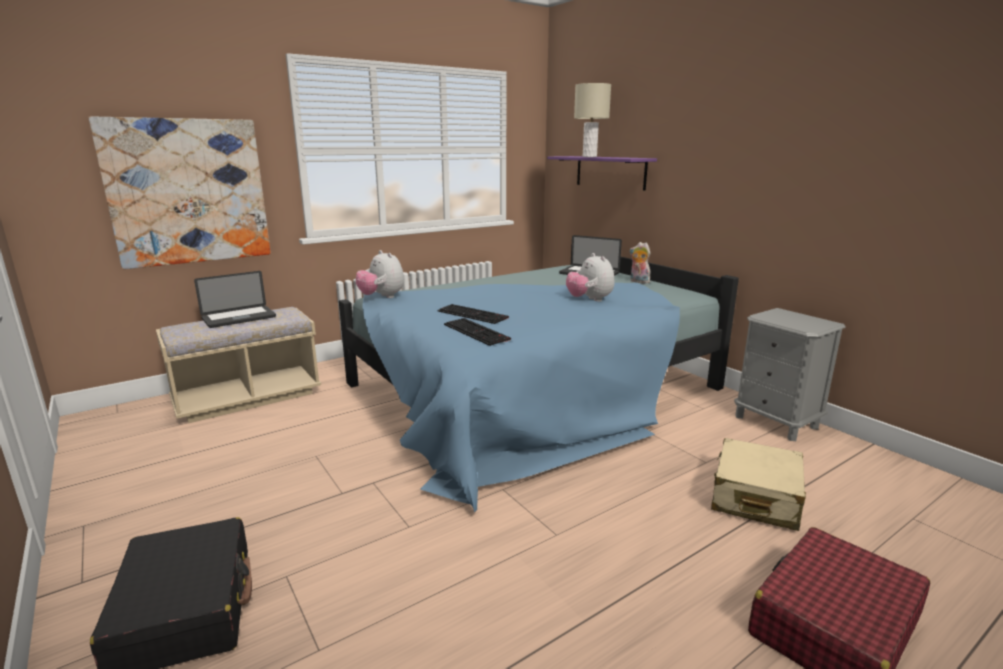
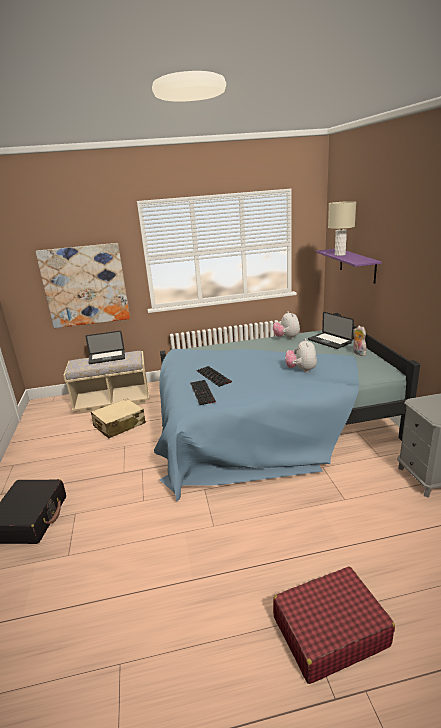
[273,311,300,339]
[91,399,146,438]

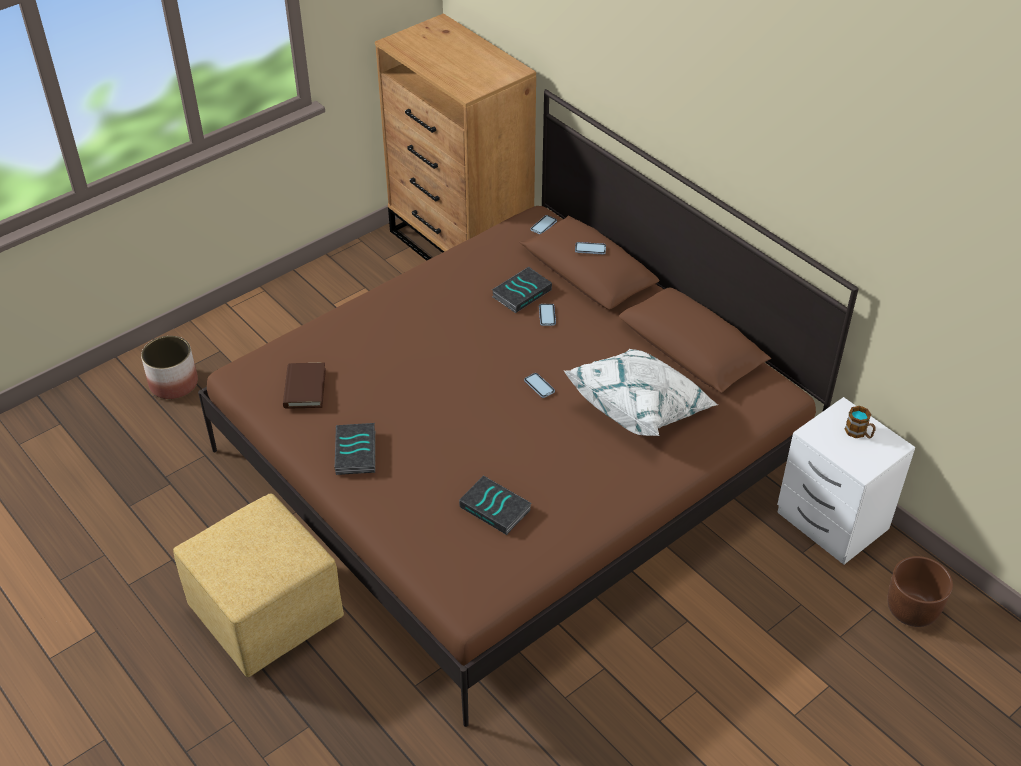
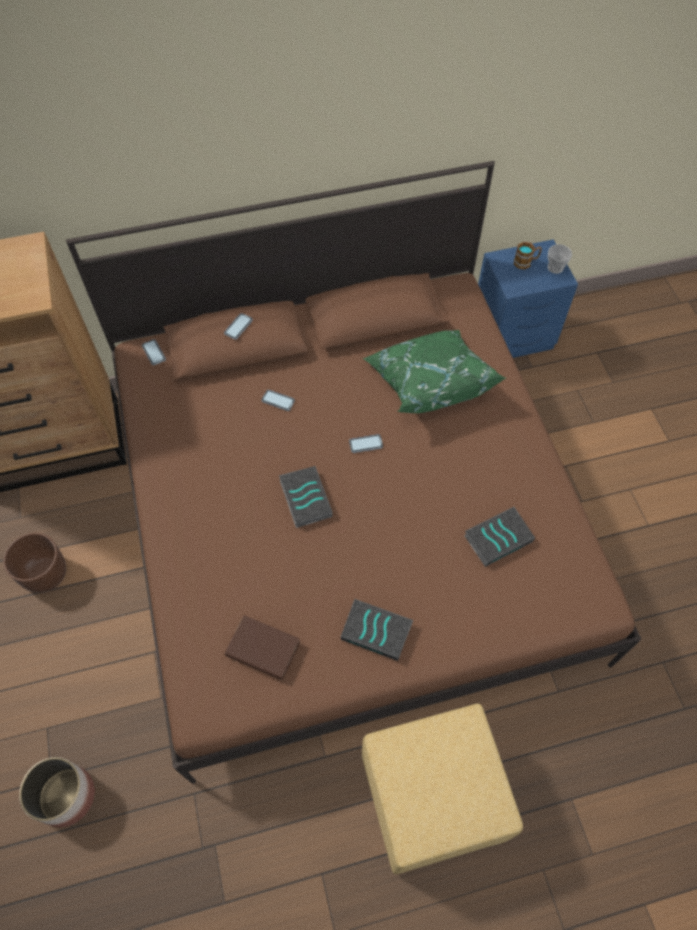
[279,466,333,528]
[363,330,506,413]
[478,239,578,358]
[3,533,66,593]
[548,244,572,274]

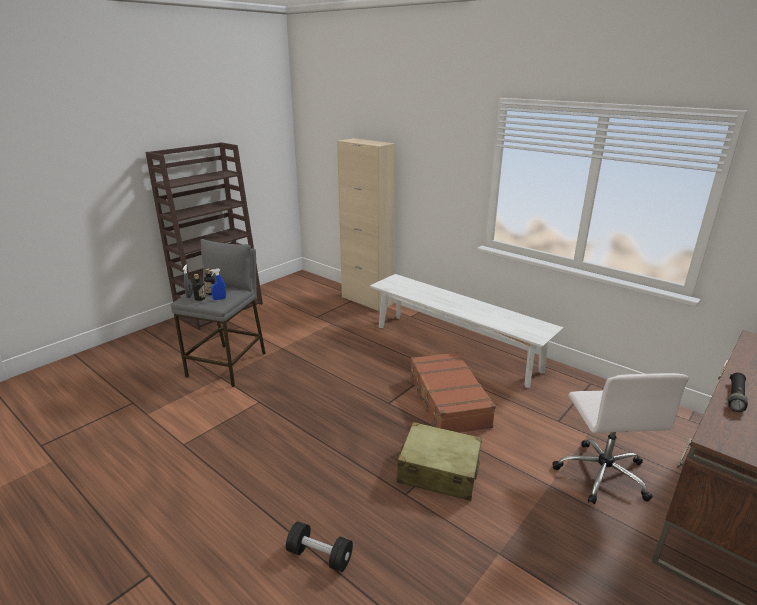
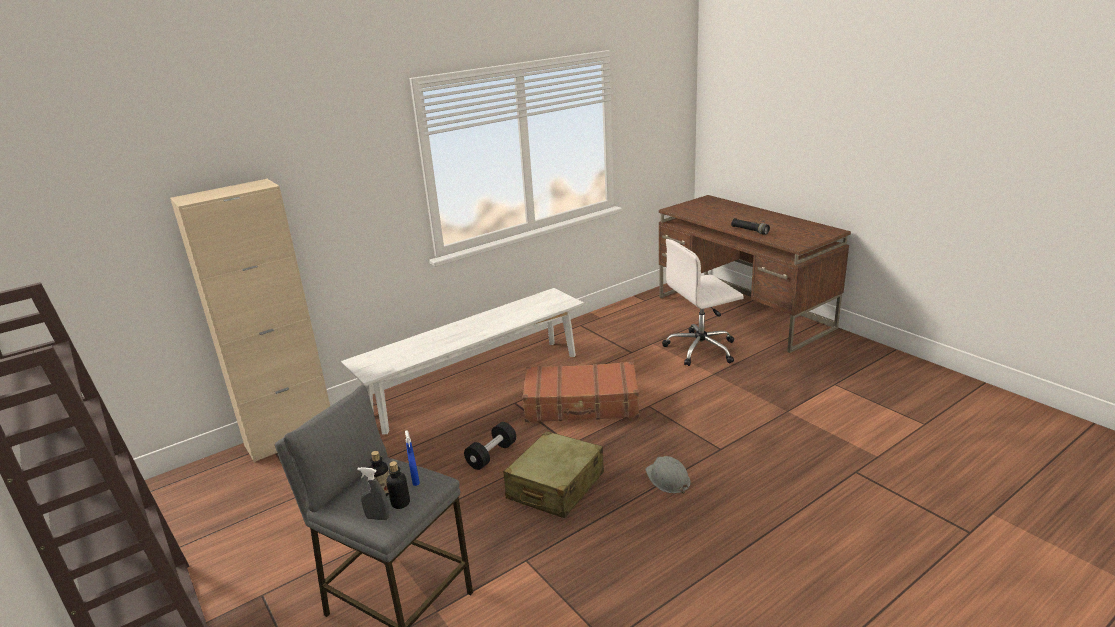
[662,239,744,366]
[503,431,604,518]
[464,422,517,470]
[646,456,691,494]

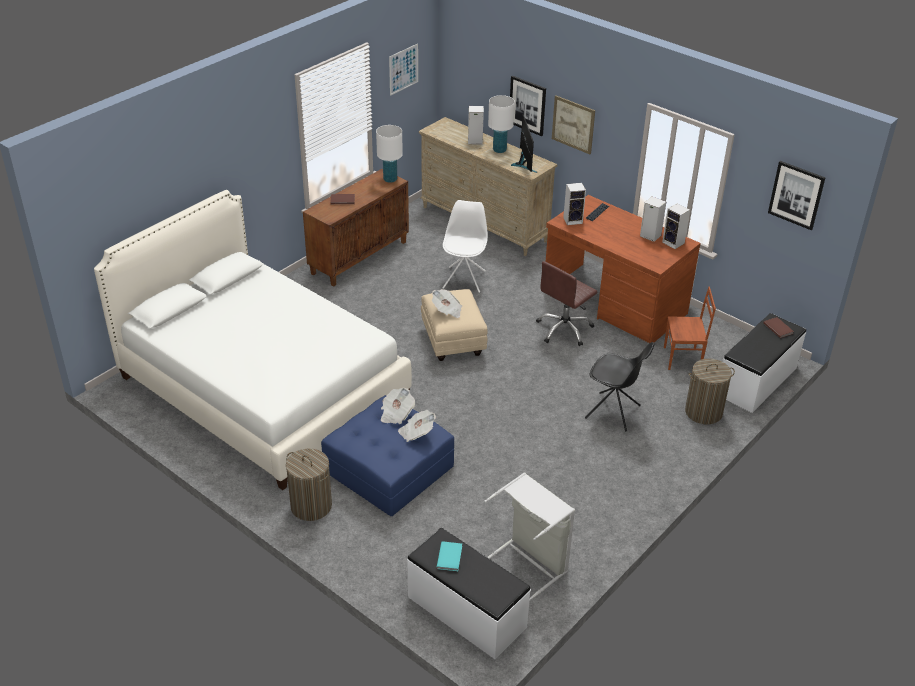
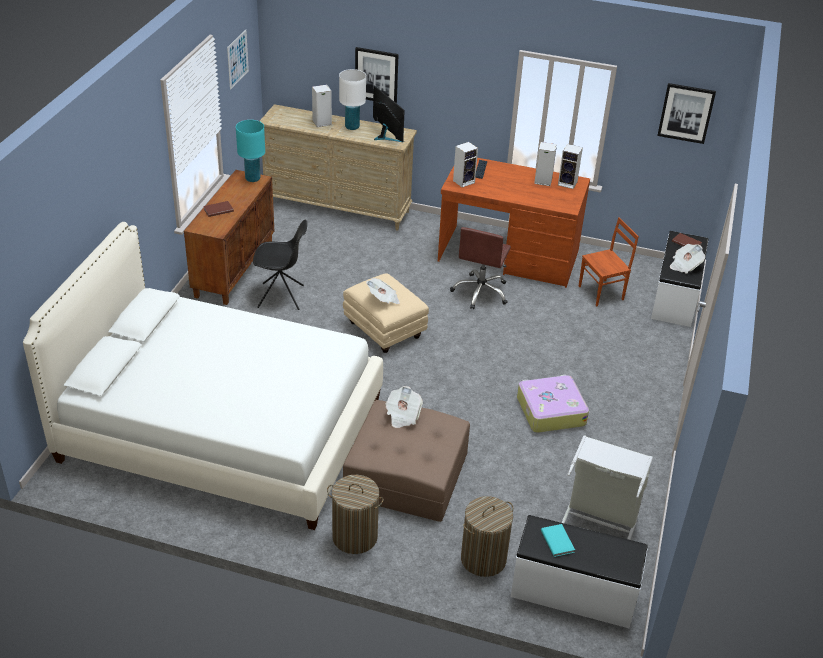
[552,96,595,154] (first image)
[236,120,265,182]
[442,200,488,293] (first image)
[253,220,307,310]
[461,496,513,577]
[343,400,470,522]
[670,244,705,273]
[517,375,589,433]

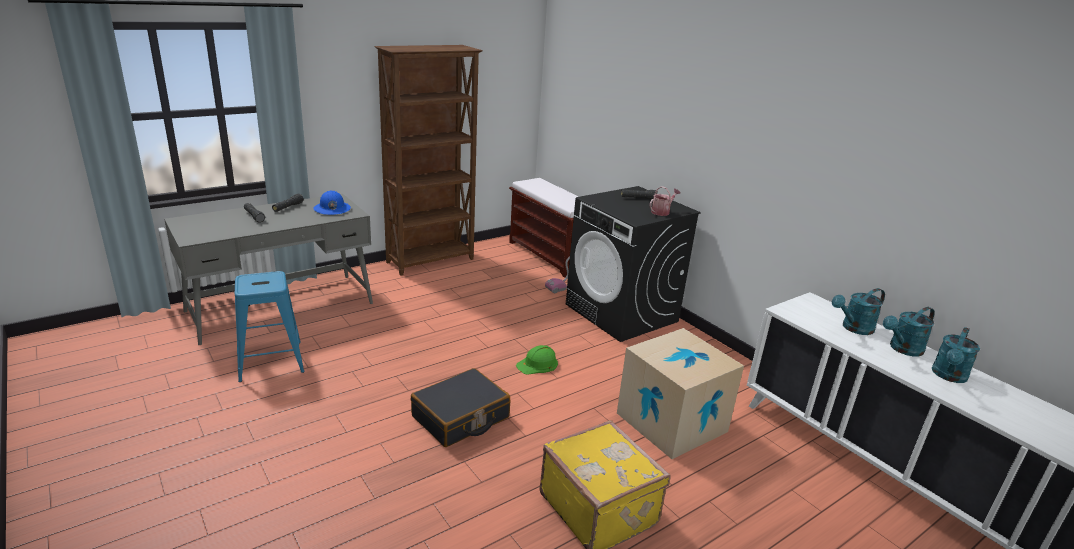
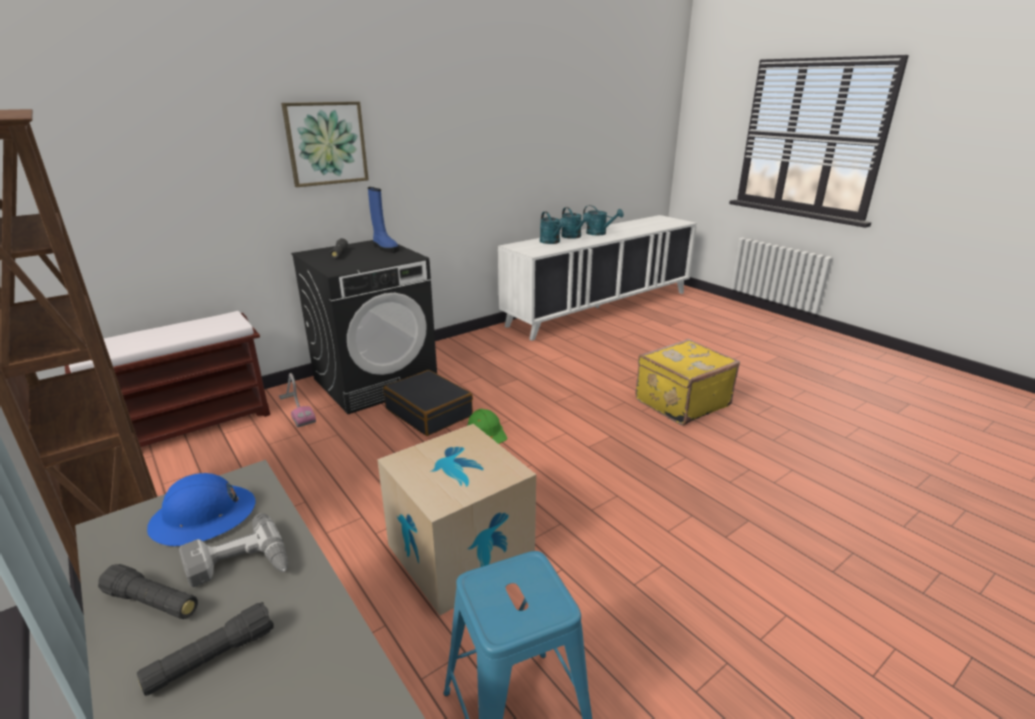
[368,187,399,253]
[377,424,536,615]
[383,370,473,436]
[281,101,369,187]
[179,513,288,587]

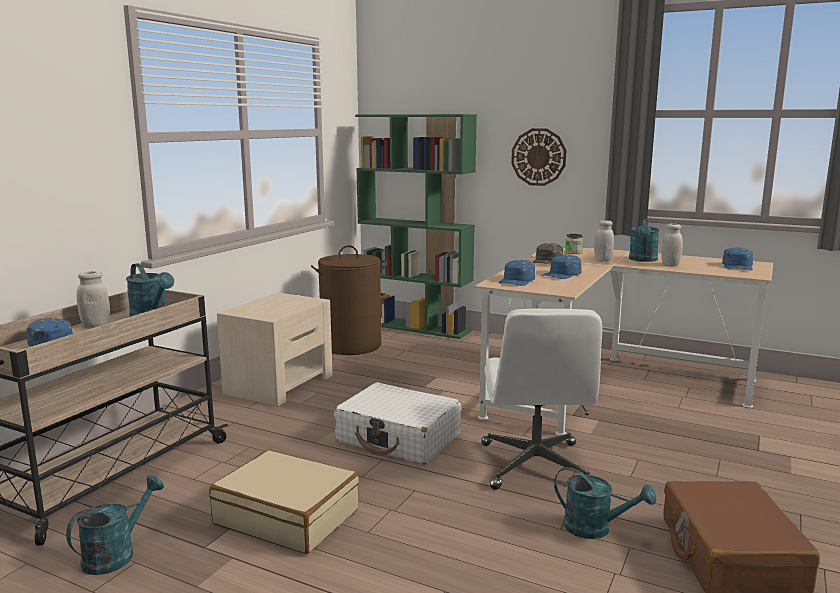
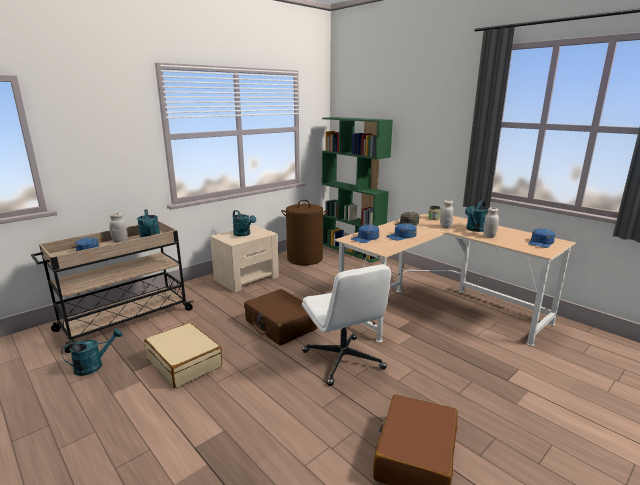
[511,128,566,186] (first image)
[302,264,391,386]
[244,289,318,346]
[233,210,256,236]

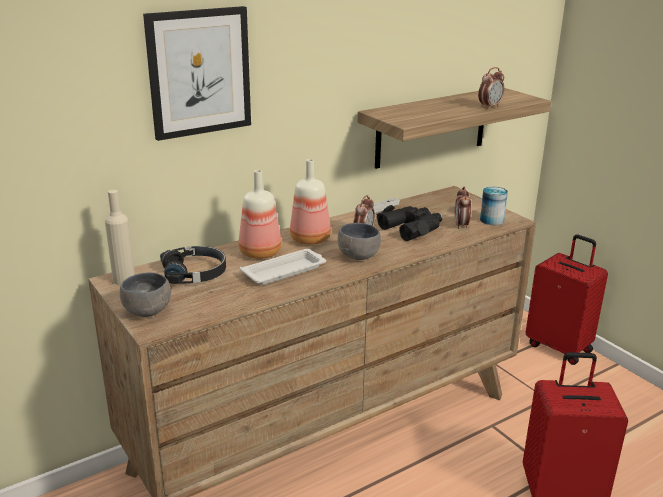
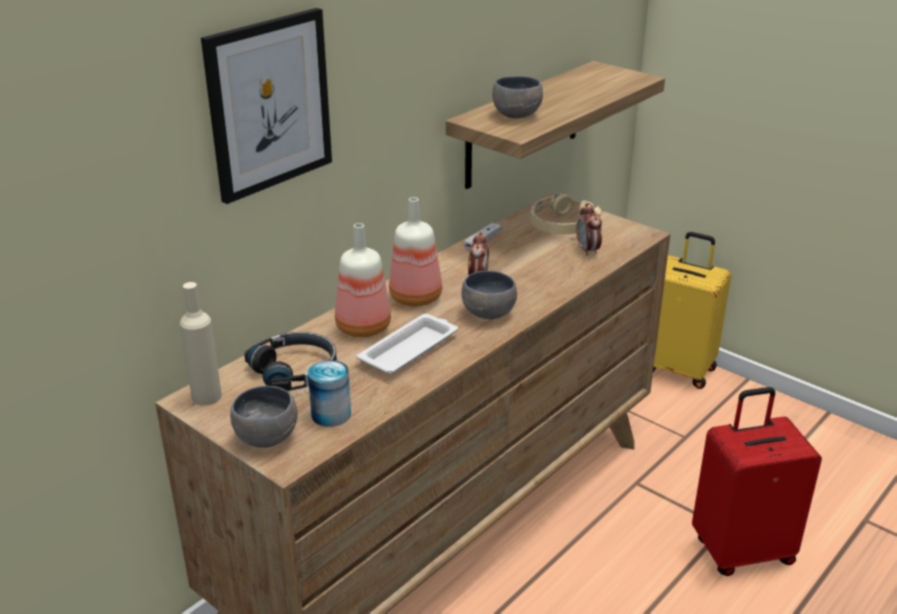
[478,67,504,109] (first image)
[308,360,351,427]
[377,205,442,241] (first image)
[653,232,731,389]
[492,76,543,118]
[530,194,601,234]

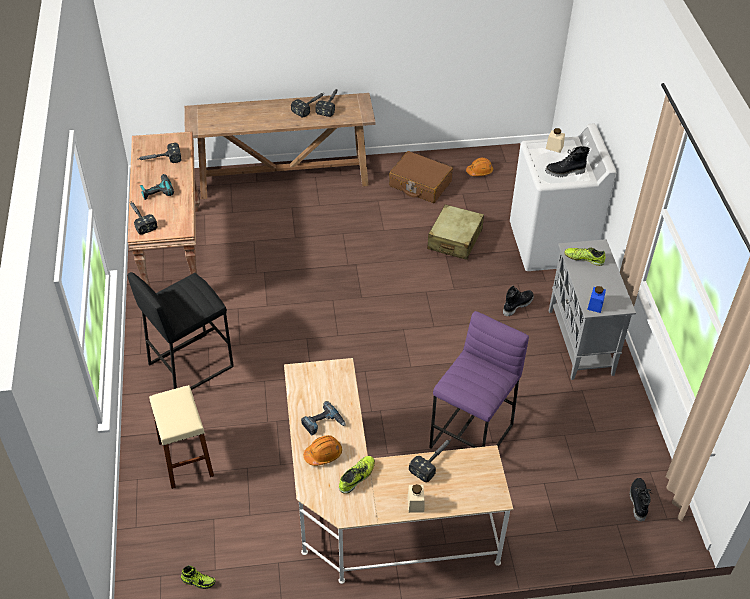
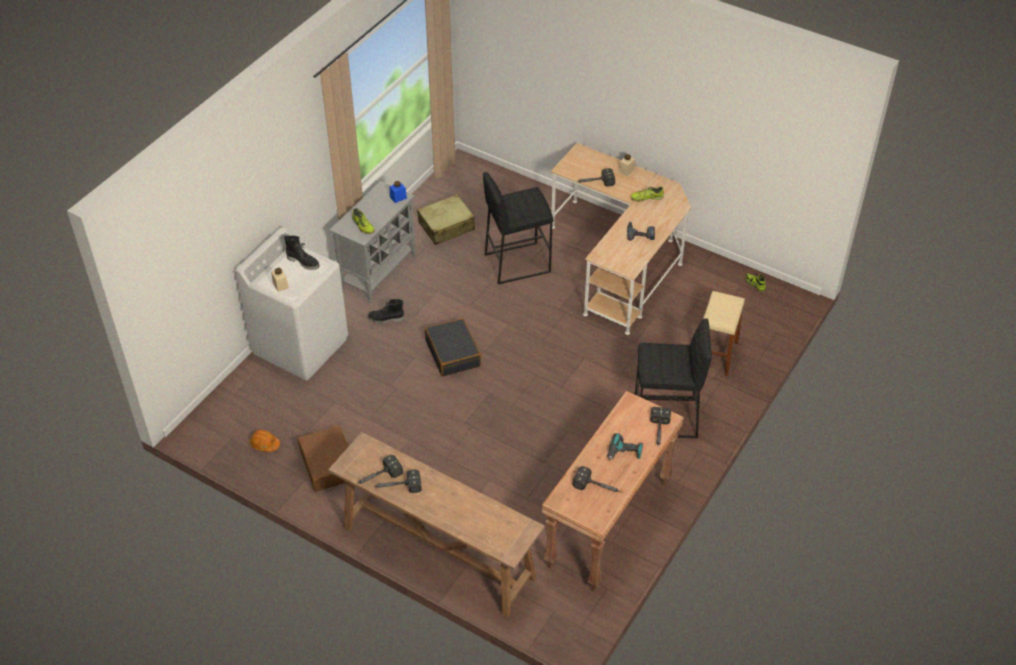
[417,194,475,245]
[483,172,553,284]
[304,435,342,466] (first image)
[630,478,652,521] (first image)
[425,318,481,377]

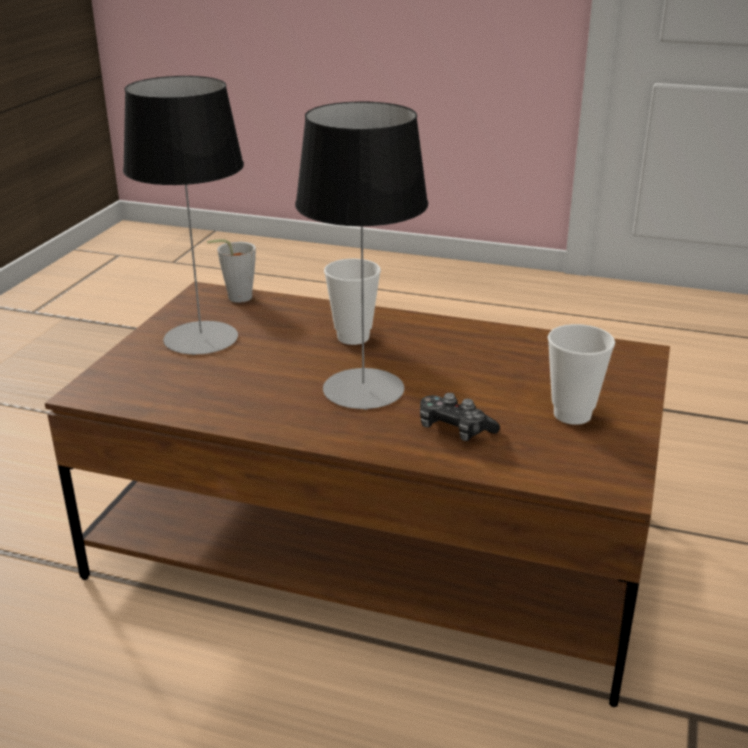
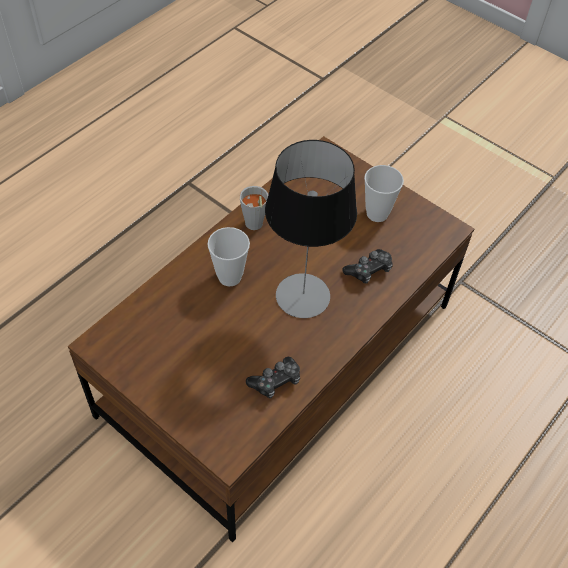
[123,76,244,355] (first image)
[240,186,269,230]
[246,357,300,398]

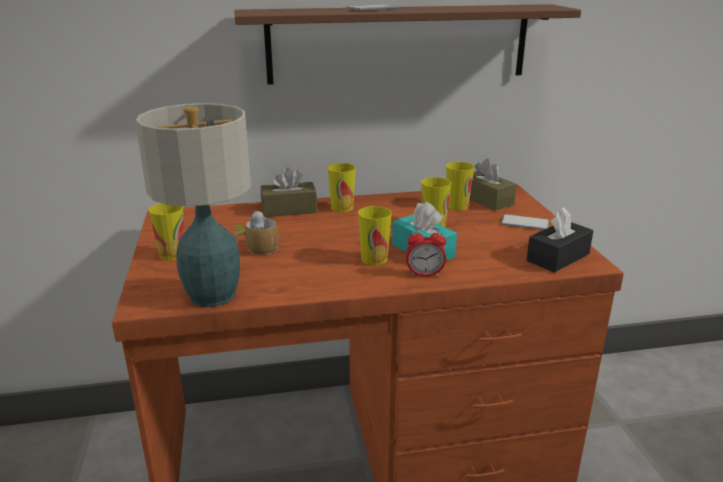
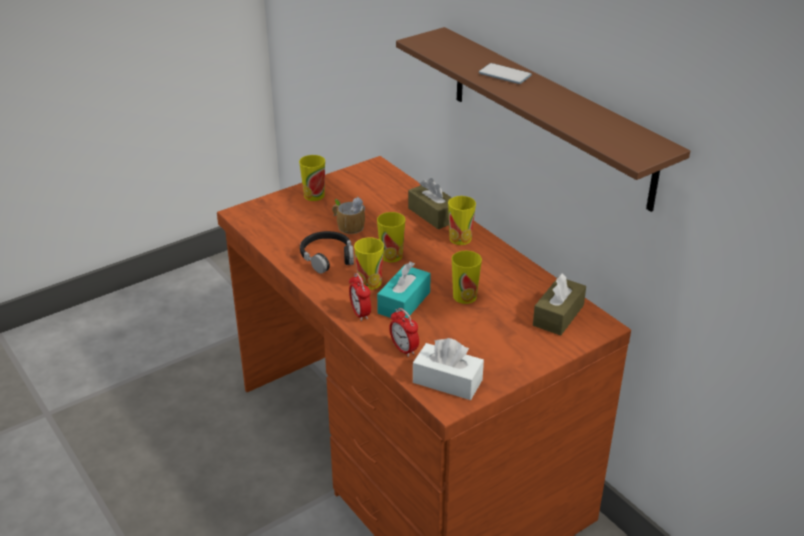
[135,103,251,307] (first image)
[377,212,406,262]
[413,338,484,400]
[501,214,549,230] (first image)
[300,231,354,274]
[389,308,419,357]

